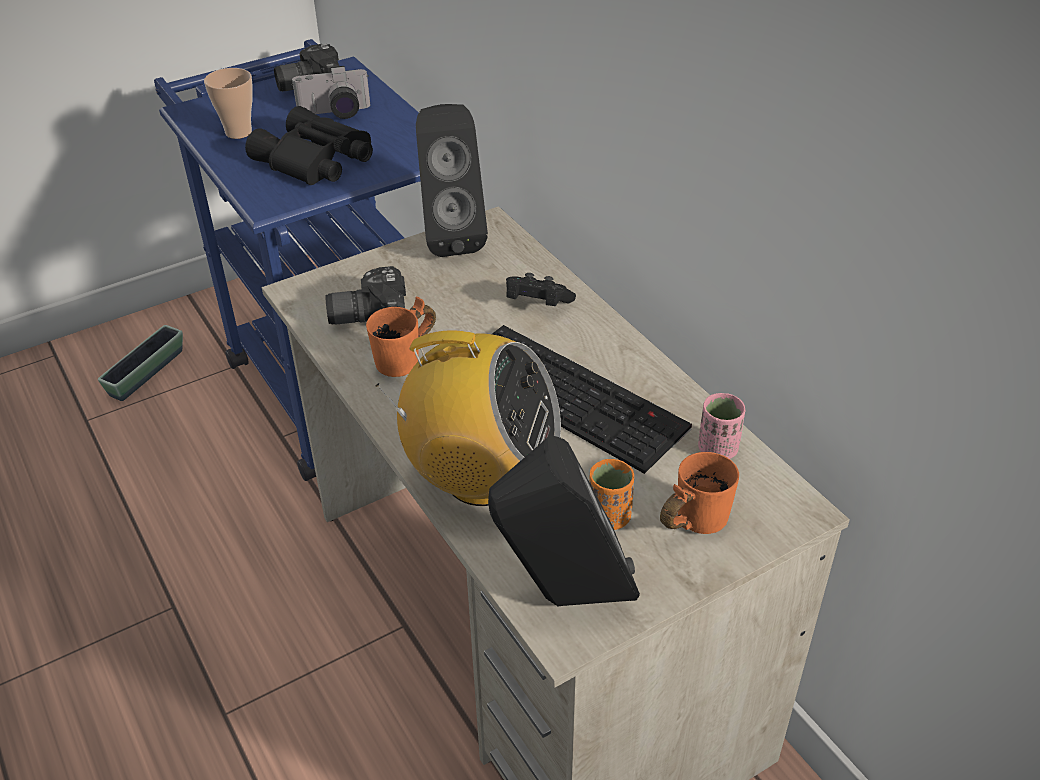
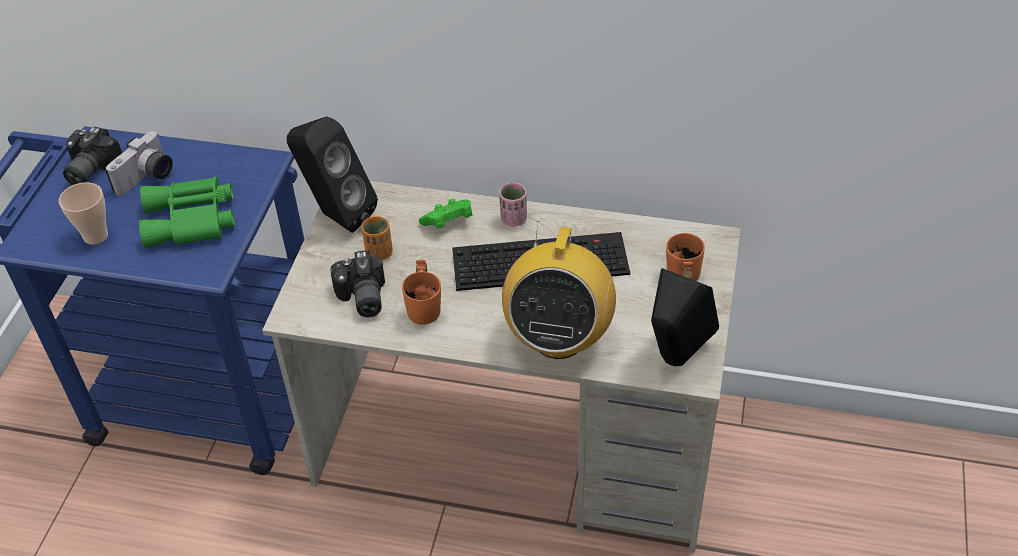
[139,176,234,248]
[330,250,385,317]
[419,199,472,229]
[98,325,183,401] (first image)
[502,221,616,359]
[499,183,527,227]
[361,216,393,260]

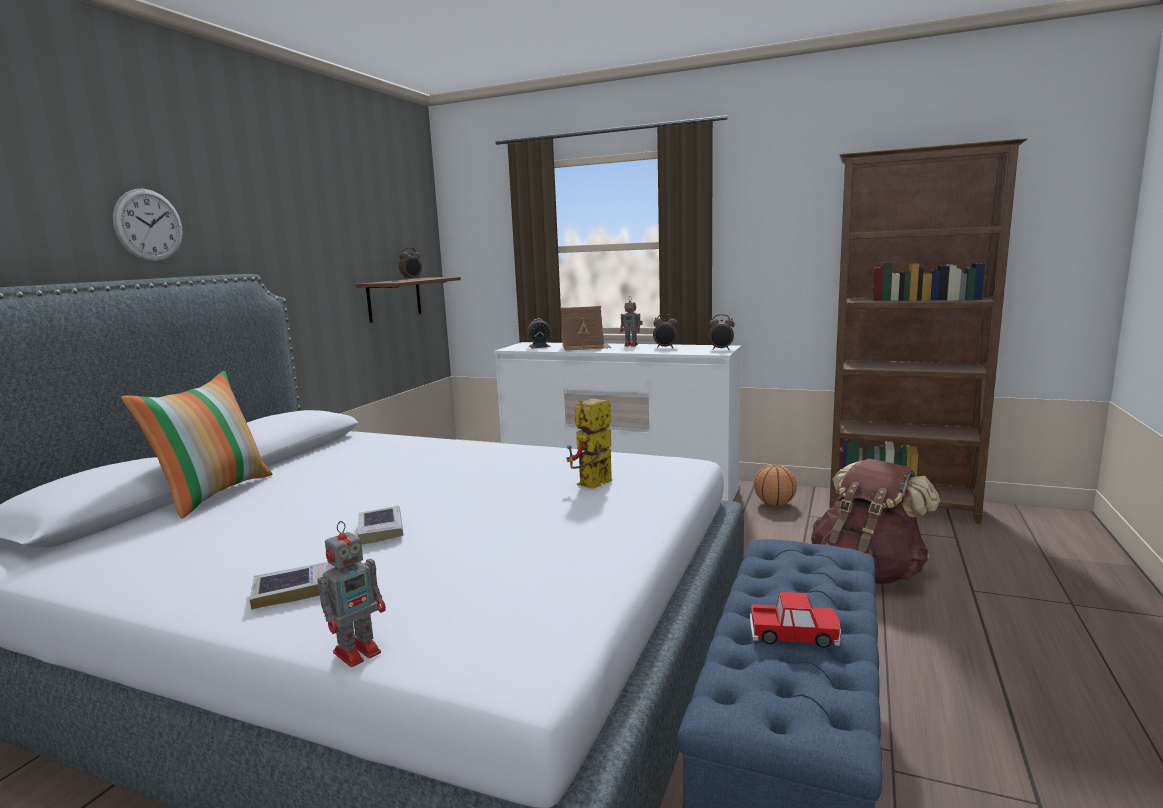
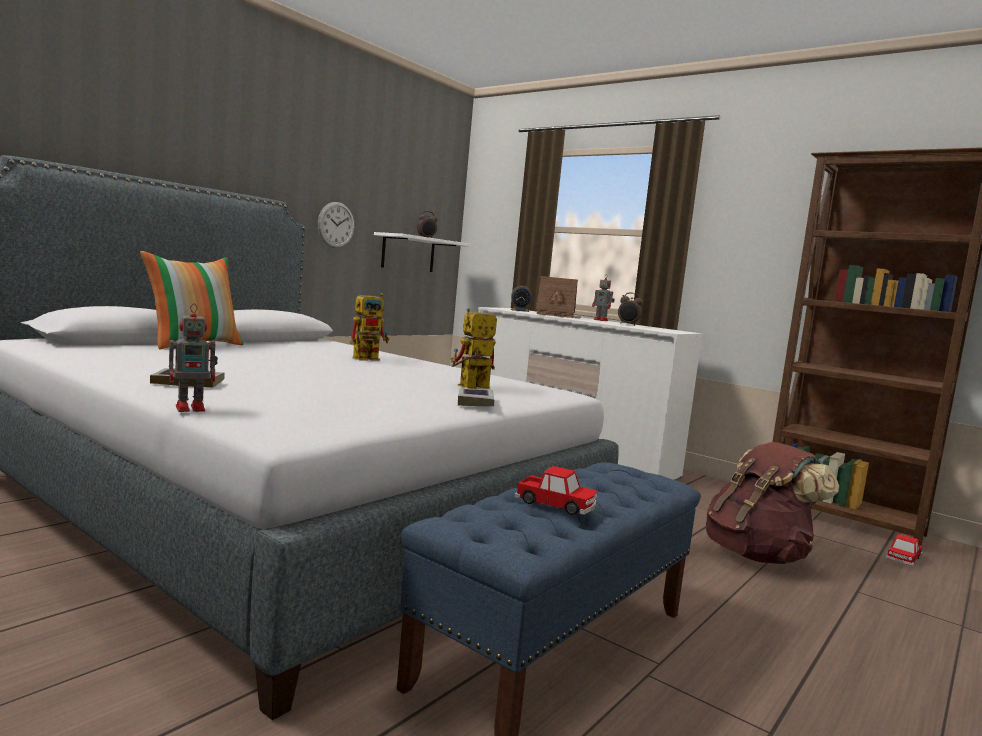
[318,202,354,248]
[374,232,470,272]
[708,314,735,350] (first image)
[754,464,797,506] (first image)
[458,388,494,406]
[349,293,390,360]
[886,534,923,566]

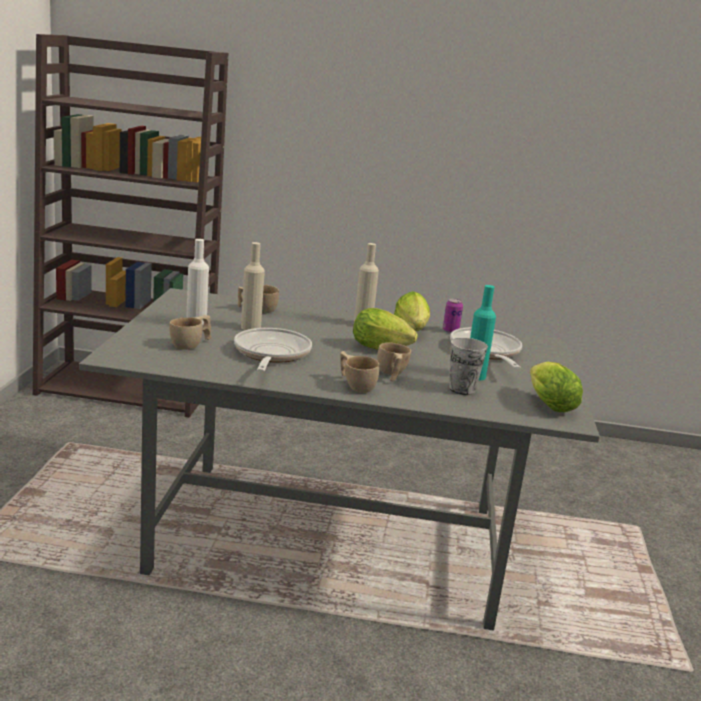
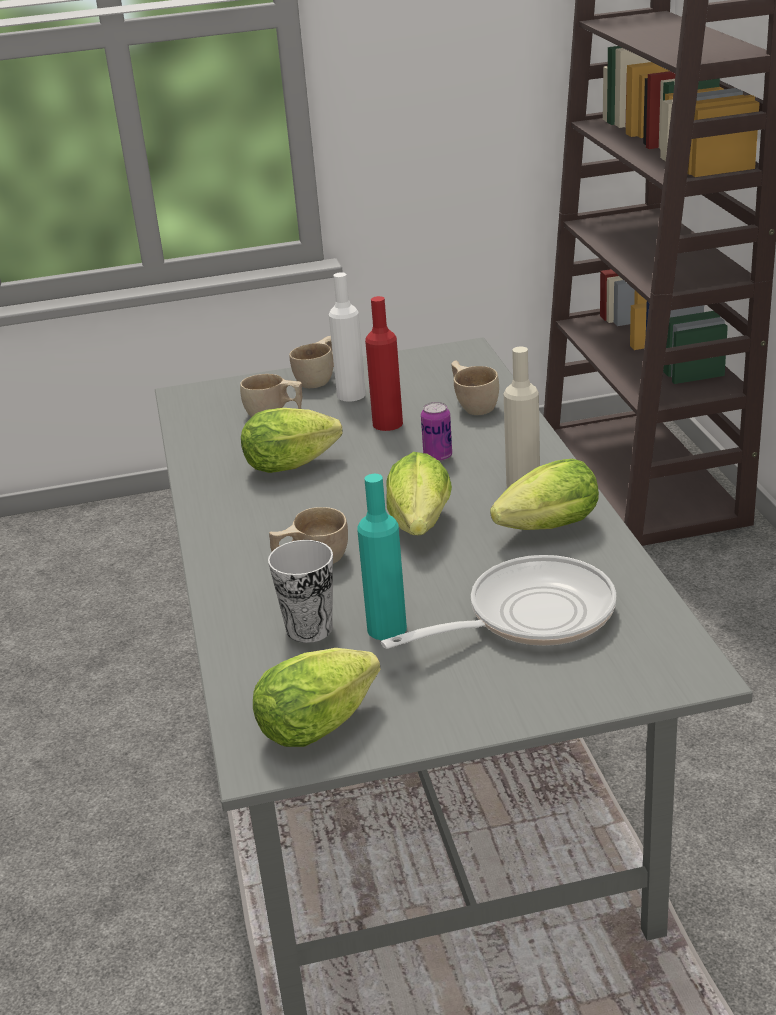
[365,296,403,431]
[421,402,452,461]
[241,408,342,473]
[289,336,334,388]

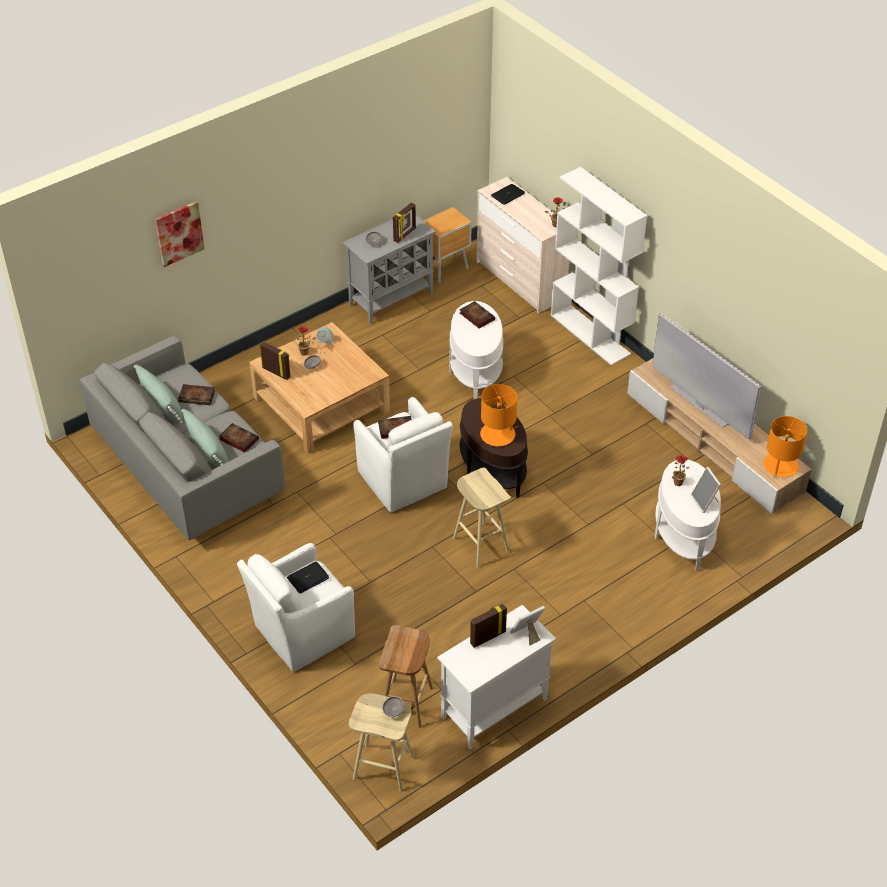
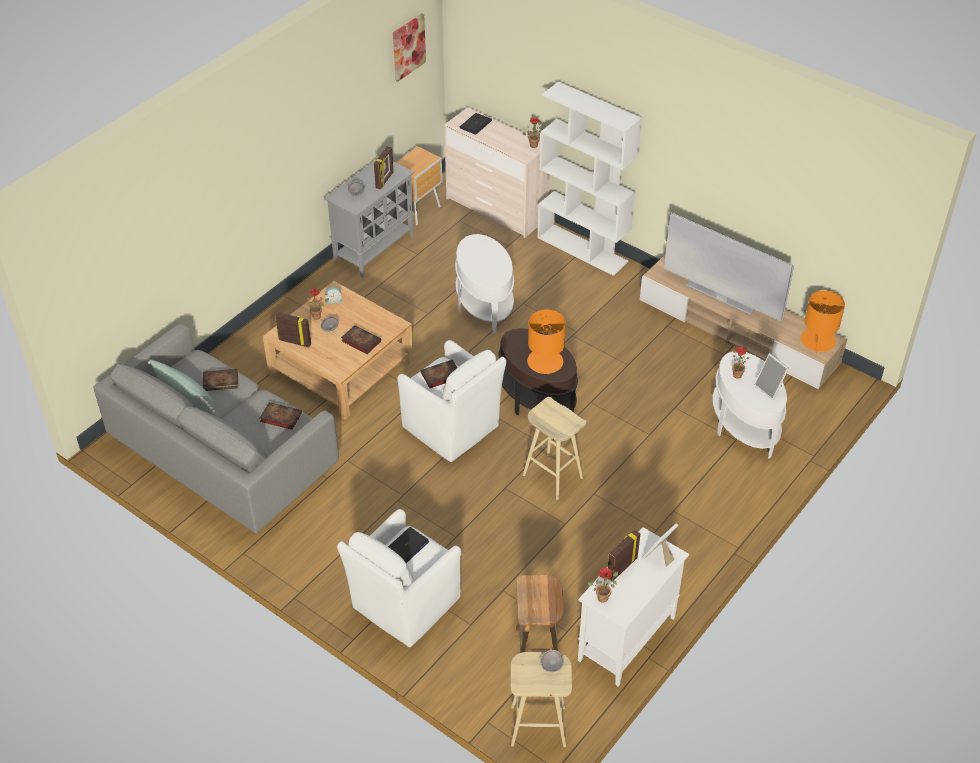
[393,13,426,82]
[341,325,381,354]
[181,409,228,468] (first image)
[588,568,618,603]

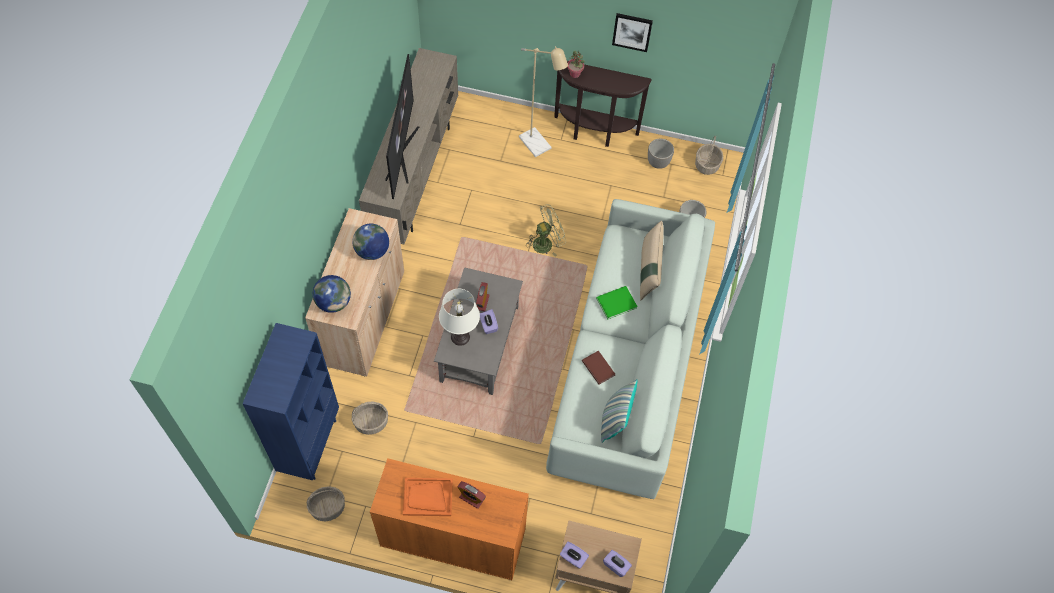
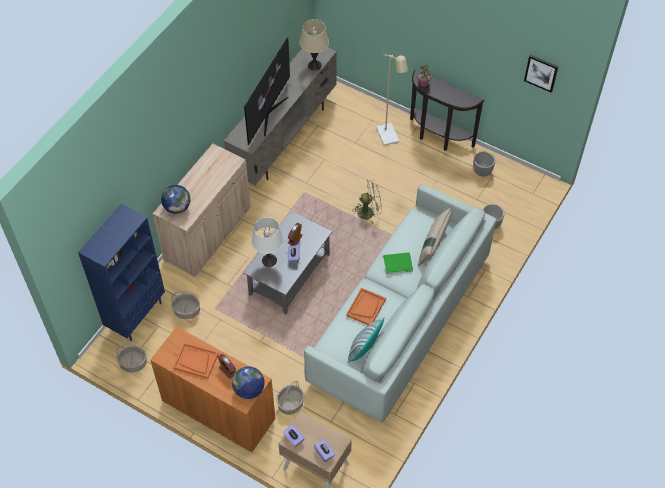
[524,55,559,93]
[276,381,304,415]
[232,366,265,399]
[346,288,386,325]
[300,19,329,71]

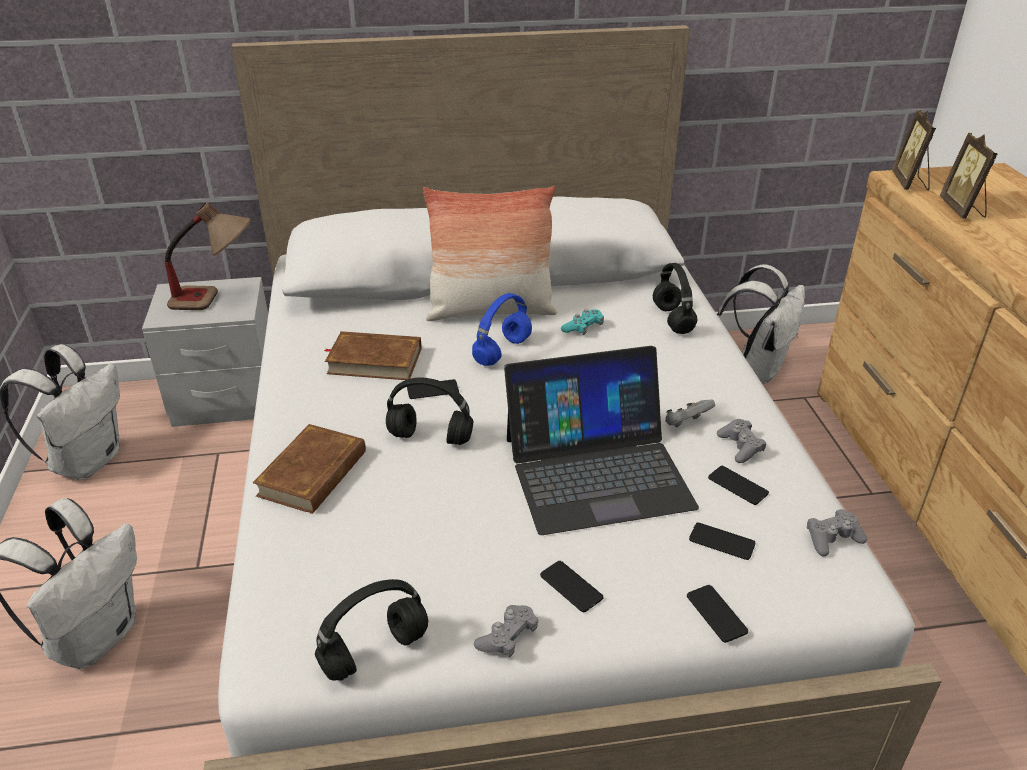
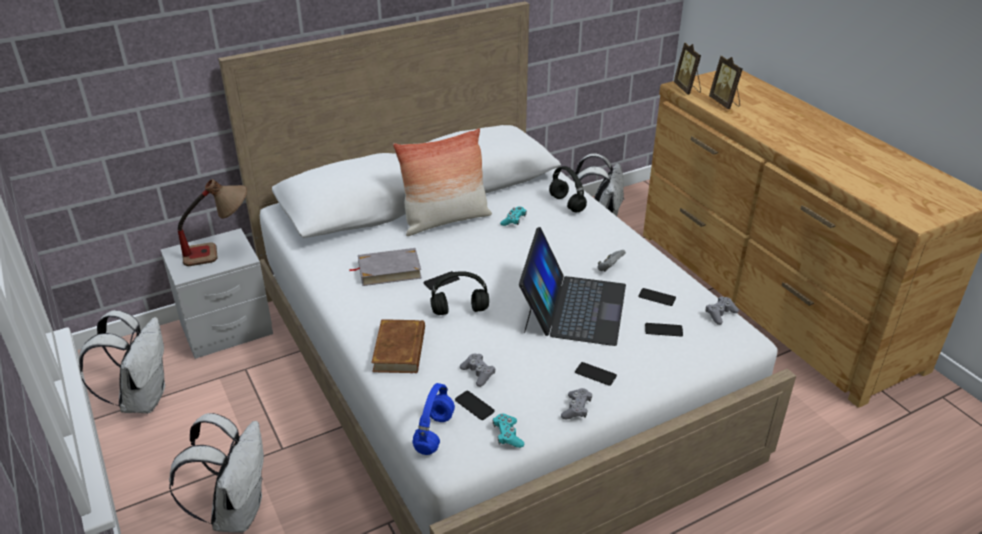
[412,383,455,455]
[349,248,422,286]
[519,227,626,346]
[460,354,495,387]
[493,414,524,448]
[455,391,495,420]

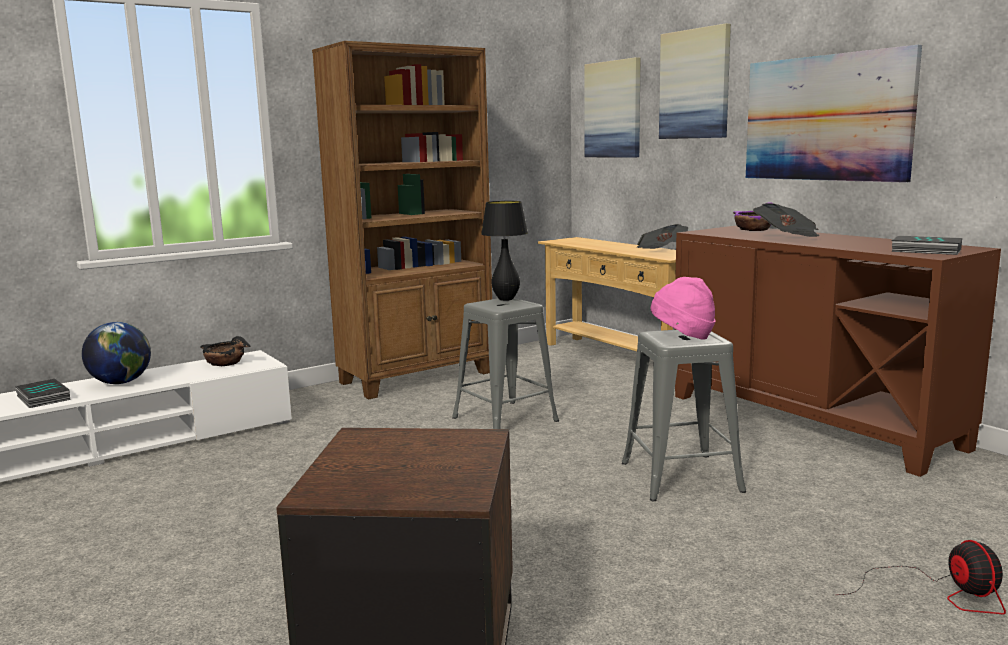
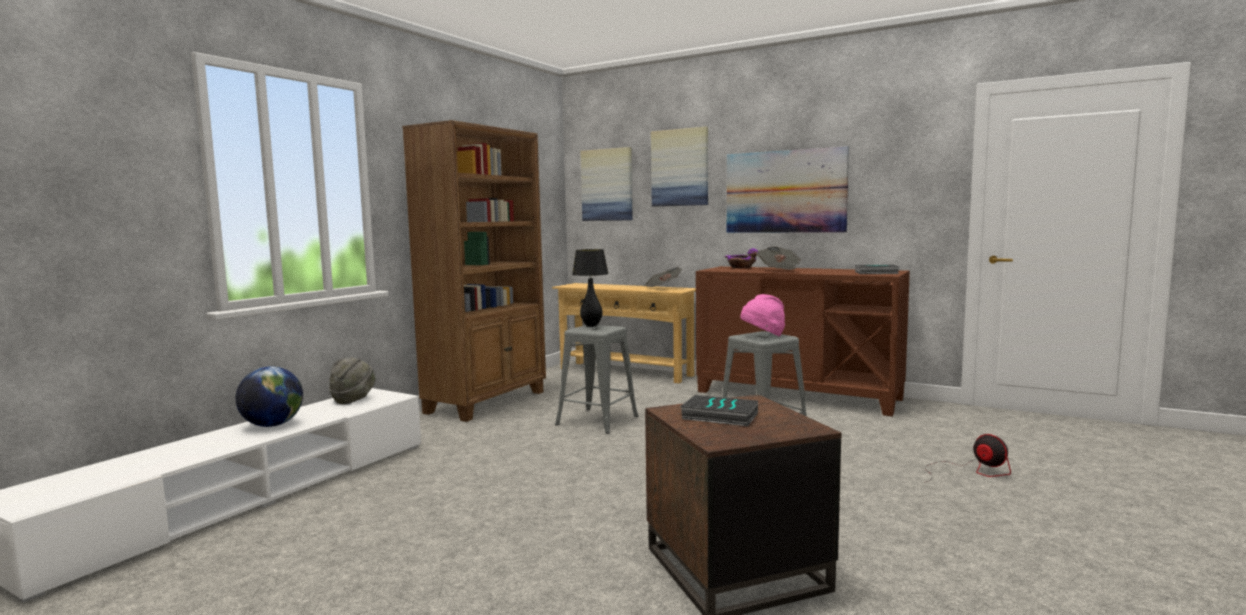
[329,357,376,404]
[680,395,758,426]

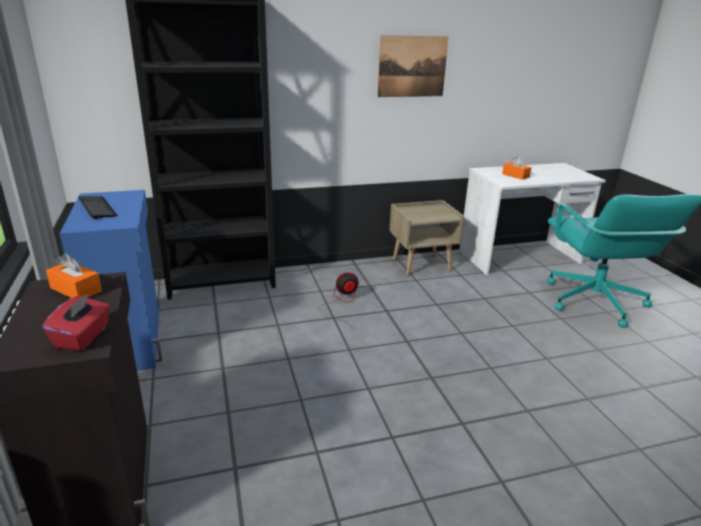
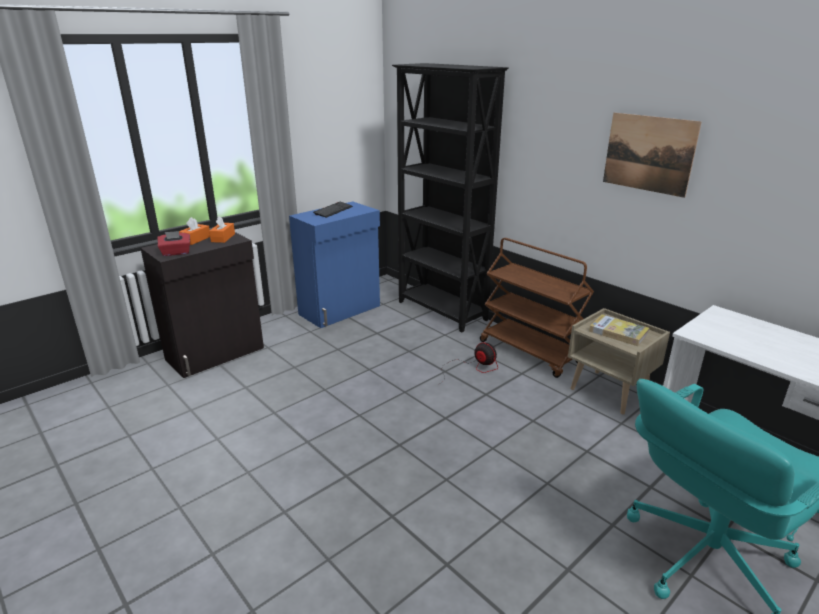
[179,217,210,245]
[480,238,594,378]
[589,315,649,346]

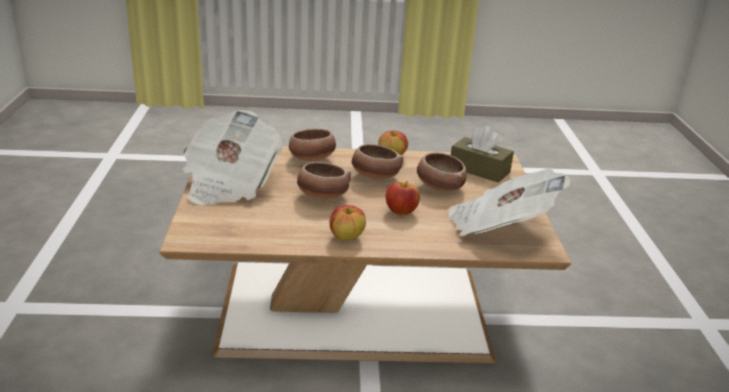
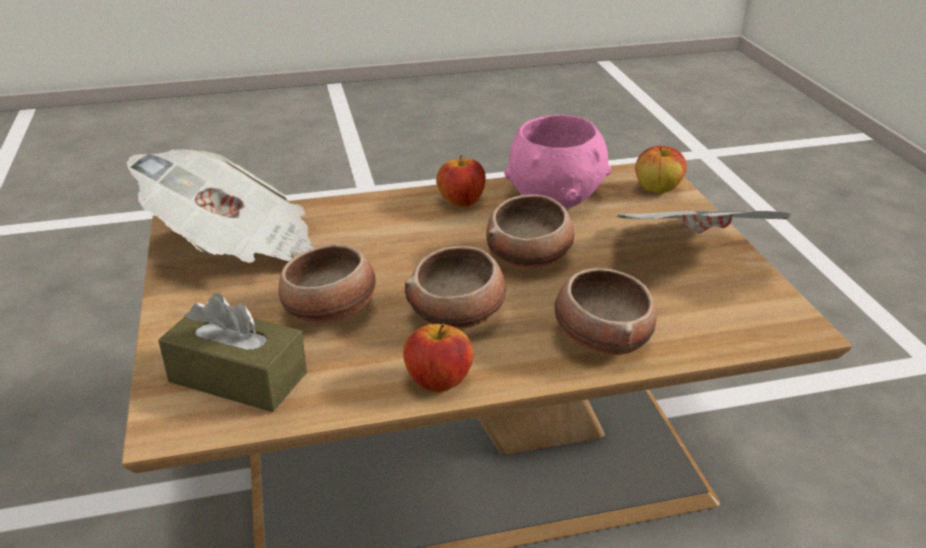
[636,146,687,193]
[504,115,611,209]

